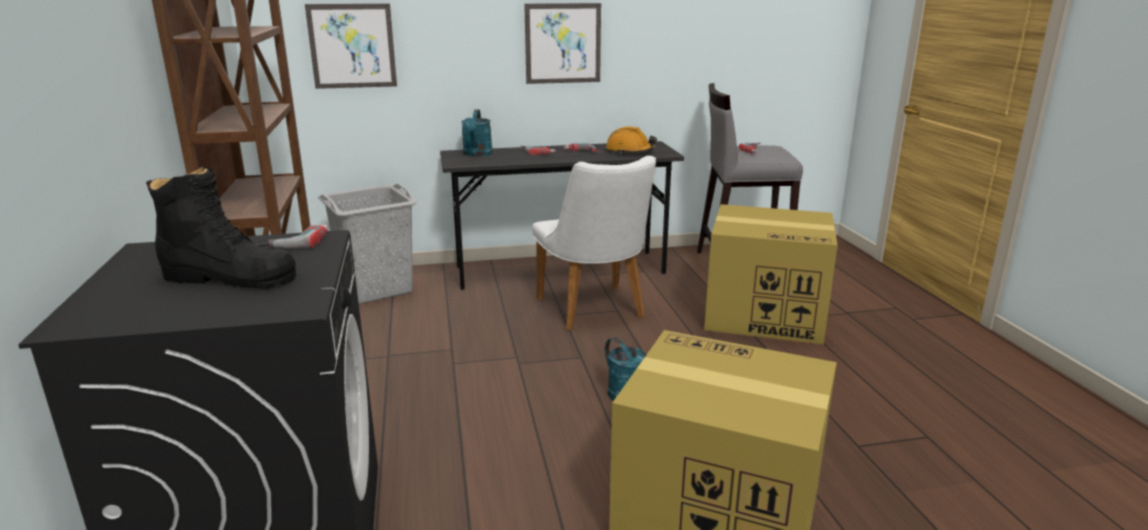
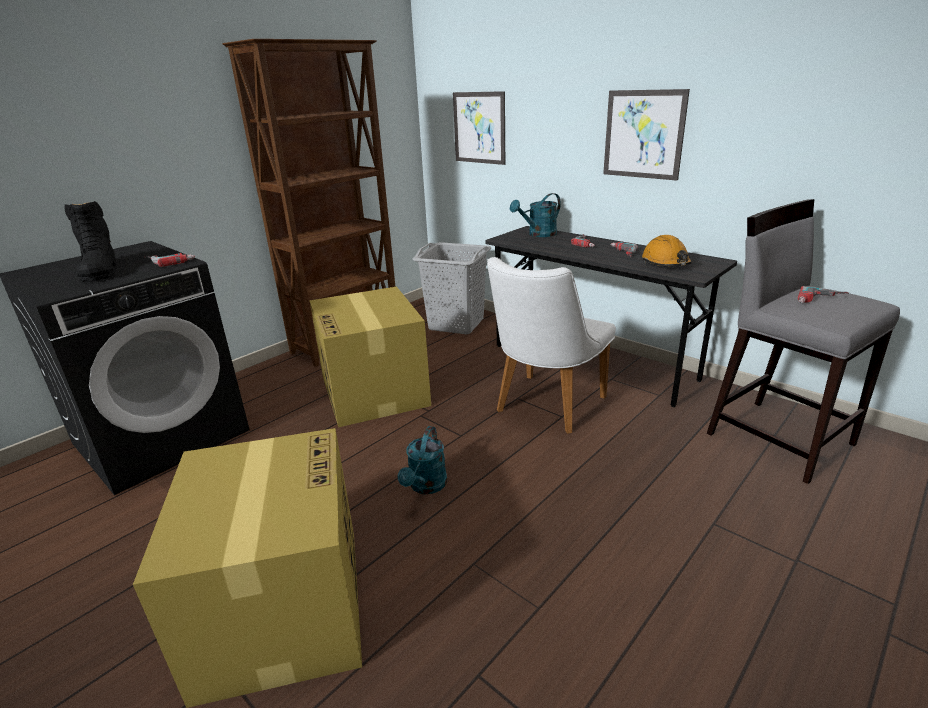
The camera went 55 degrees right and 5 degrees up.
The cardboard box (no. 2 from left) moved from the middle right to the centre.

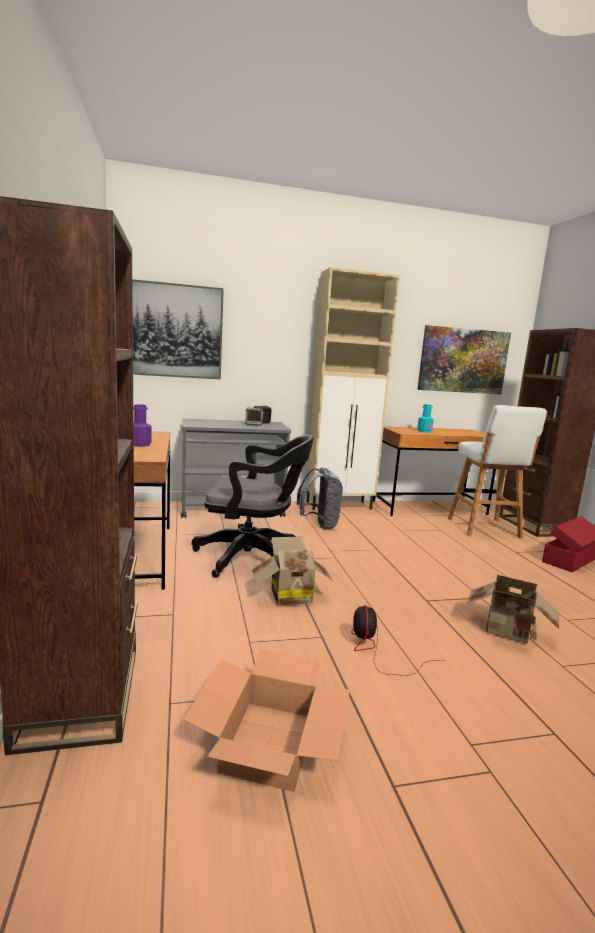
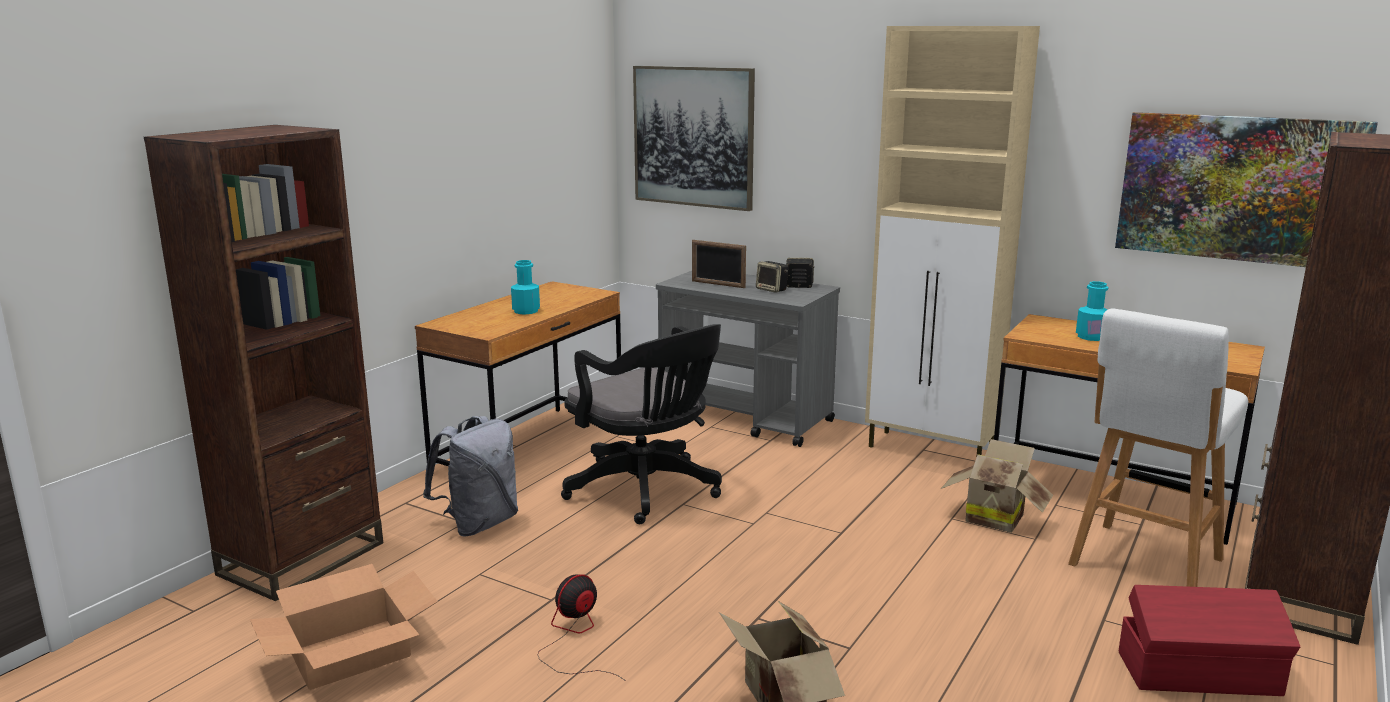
The camera went 45 degrees right and 5 degrees up.
The bottle (purple) at the middle left became the bottle (turquoise) (no. 1 from left) at the centre.
The cardboard box (no. 2 from left in the first image) moved from the centre to the bottom right.
The backpack (grey) moved from the centre to the bottom centre.
The picture frame at the centre appeared.

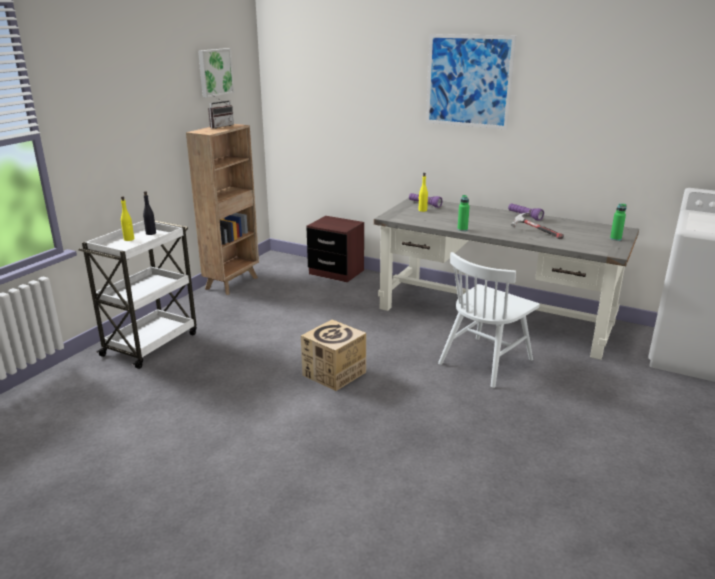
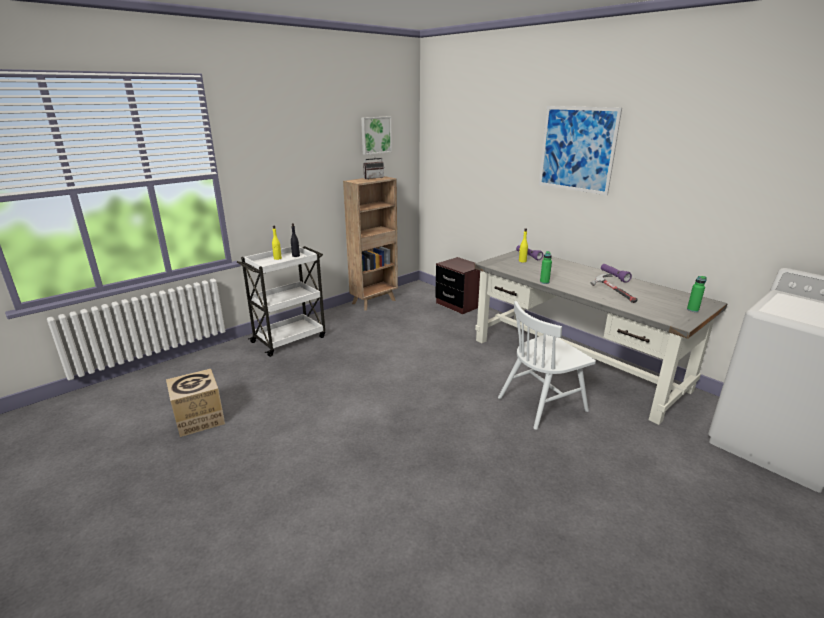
The camera went 20 degrees right and 0 degrees up.
The cardboard box moved from the centre to the middle left.

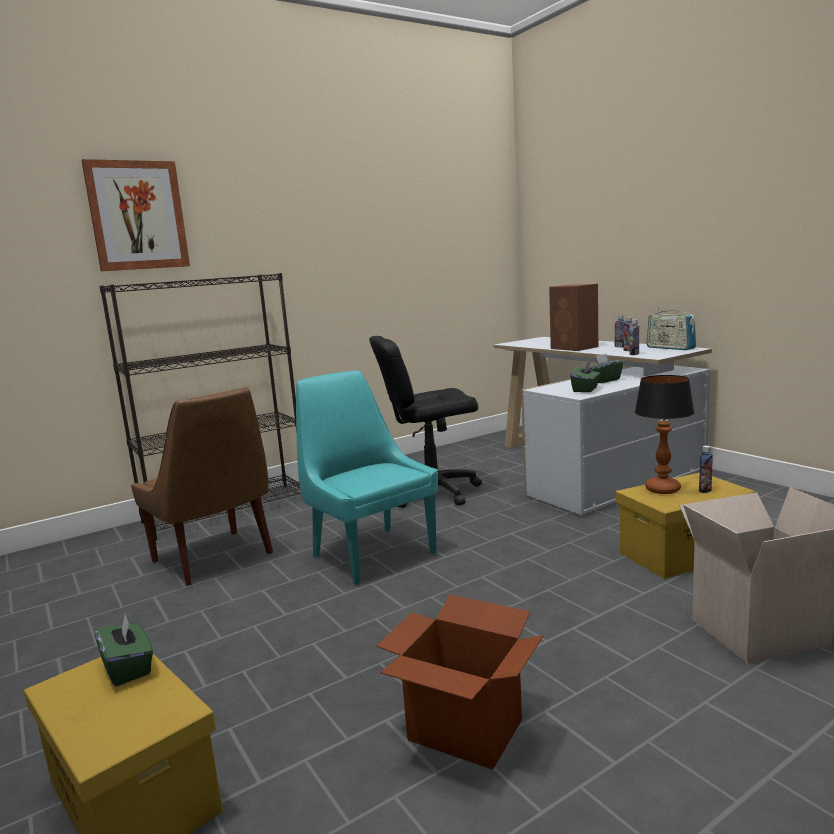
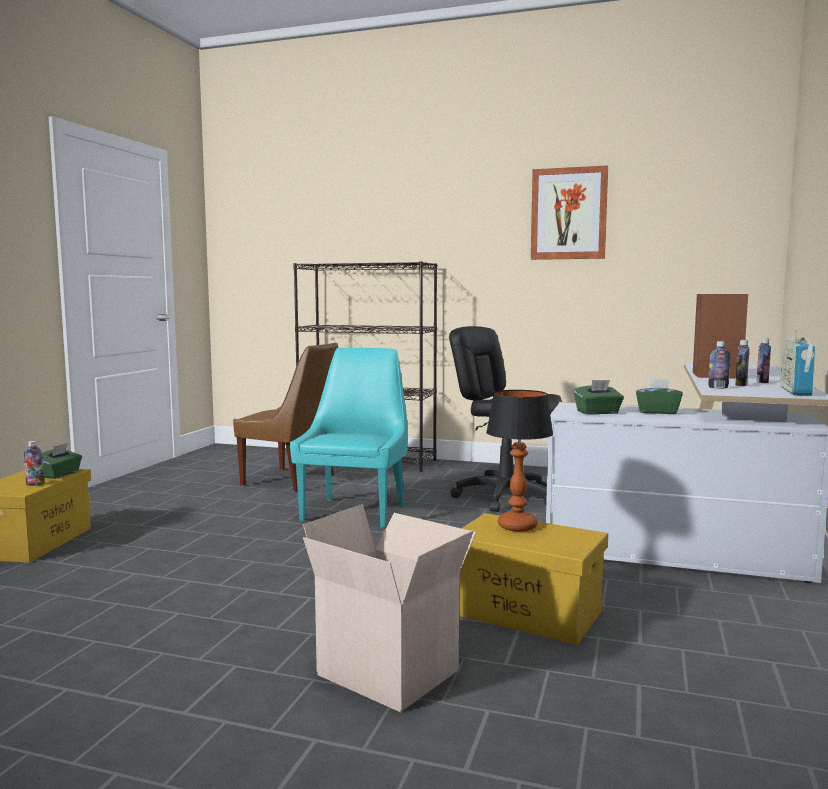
The camera went 50 degrees right and 5 degrees down.
The picture moved from the top left to the top right.
The chair (brown) at the middle left turned 75 degrees counterclockwise.
The cardboard box (no. 1 from left) at the bottom centre disappeared.
The bottle (no. 4 from left in the first image) moved from the middle right to the middle left.

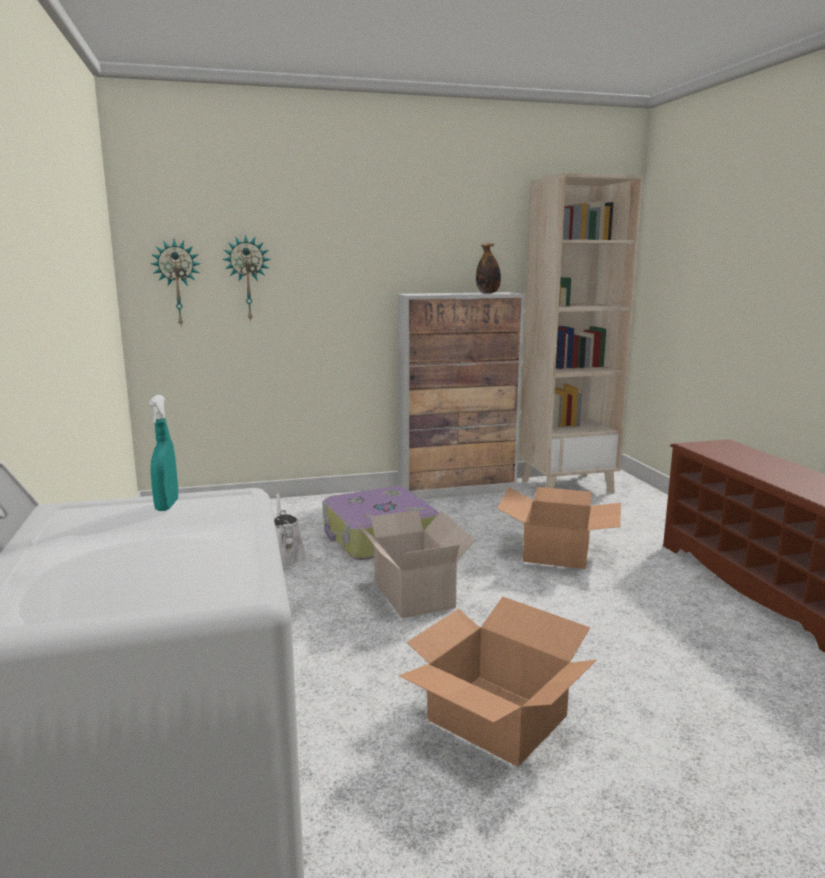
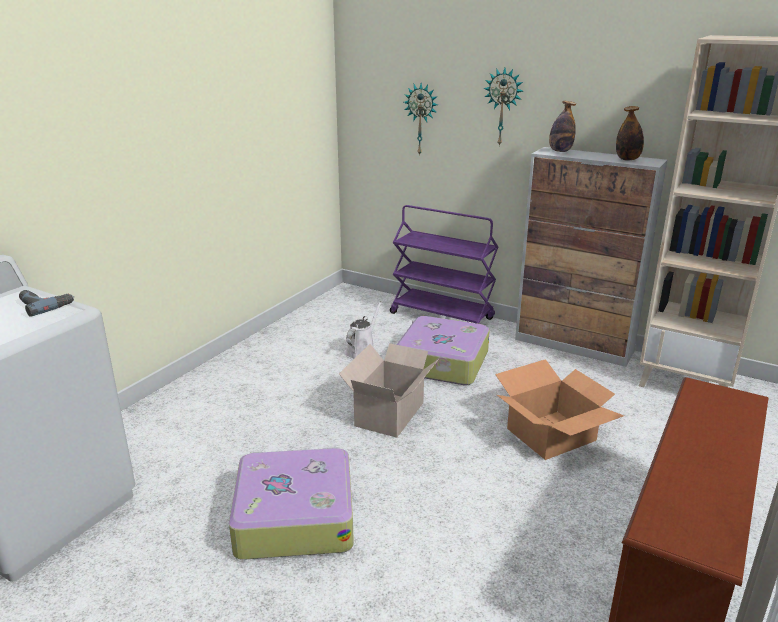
The camera went 45 degrees right and 10 degrees up.
The spray bottle (turquoise) at the middle left was replaced by the power drill at the middle left.
The wall clock (no. 1 from left in the first image) moved from the top left to the top centre.
The cardboard box (no. 2 from left) at the bottom centre was replaced by the suitcase (no. 1 from left) at the bottom centre.
The cart (purple) at the centre appeared.
The bottle (no. 1 from left) at the top right appeared.

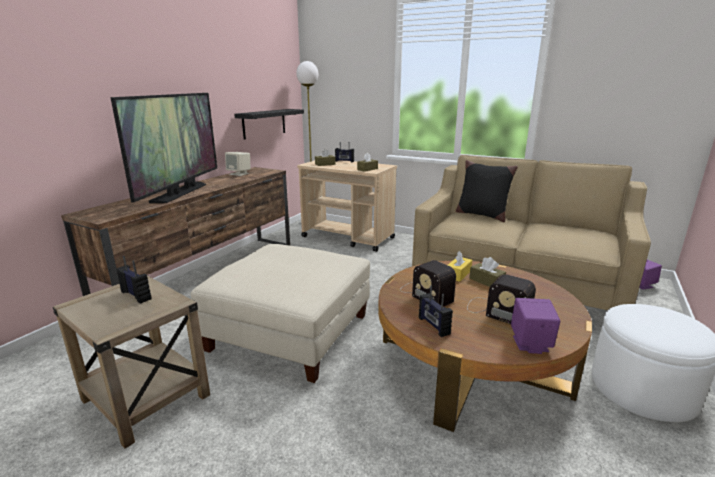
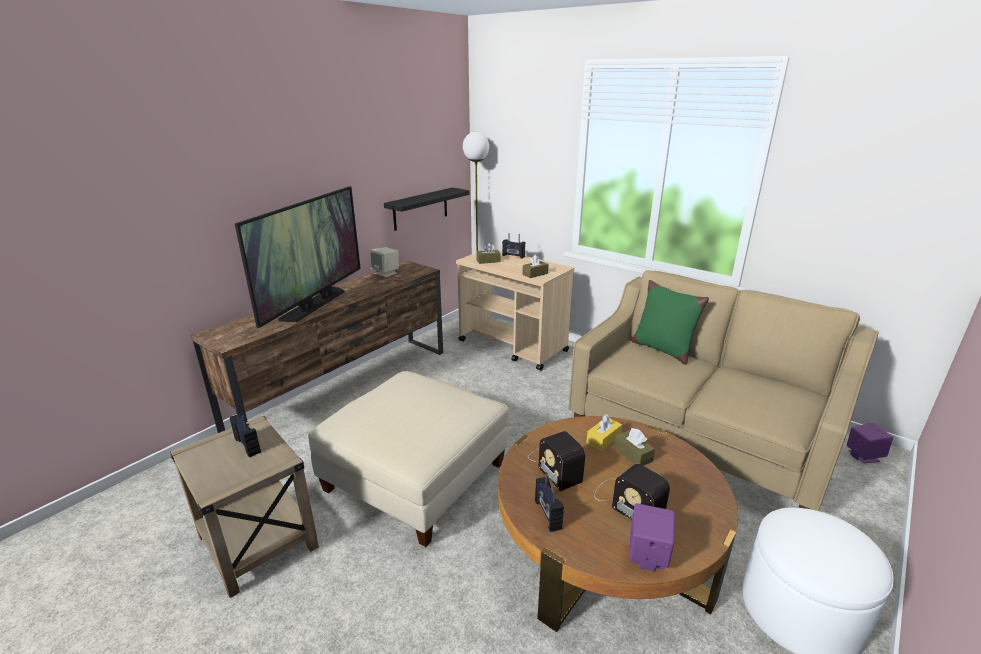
The camera went 10 degrees right and 5 degrees up.
The pillow (black) at the middle right became the pillow (green) at the middle right.

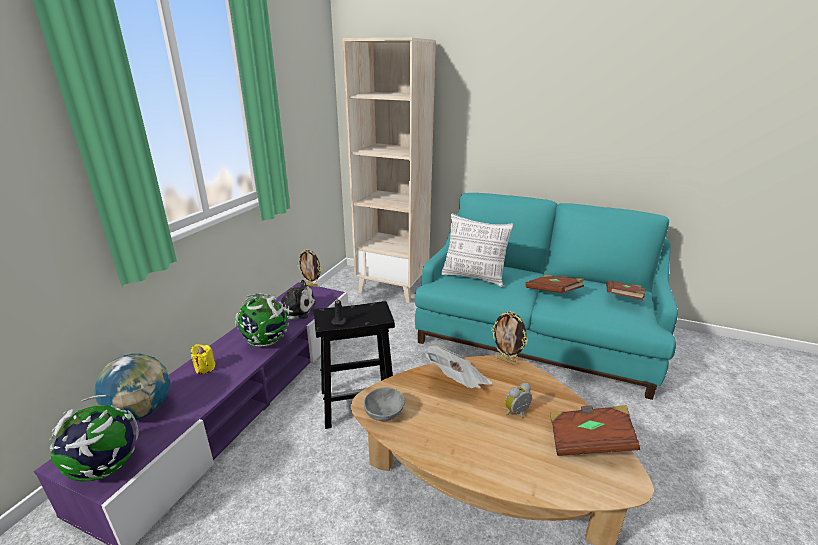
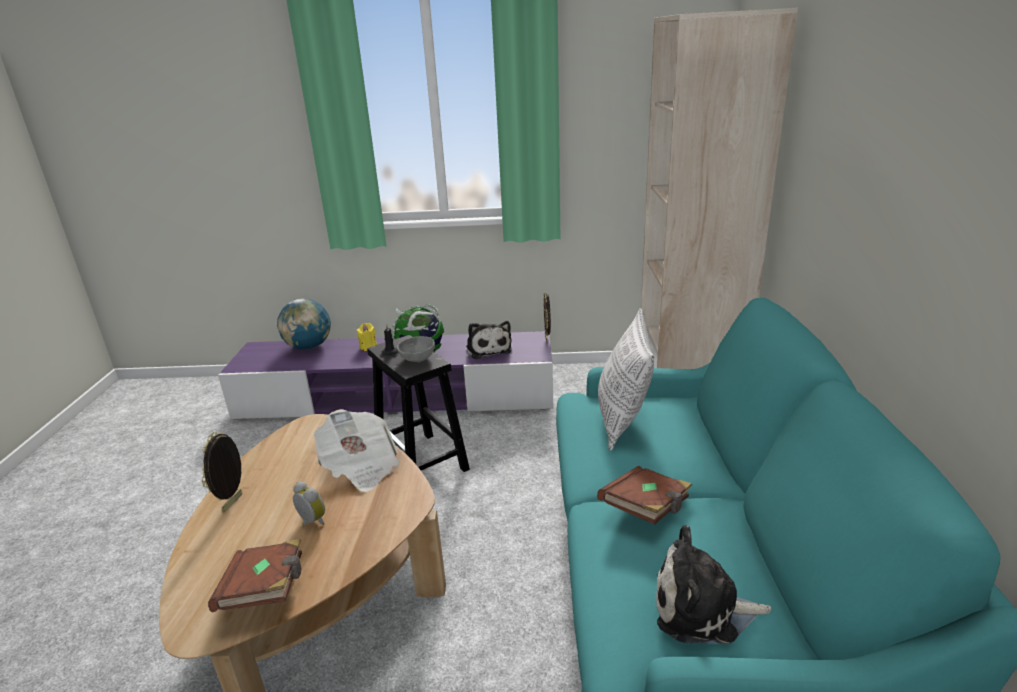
The camera went 70 degrees right and 0 degrees up.
The globe (no. 1 from left) at the bottom left disappeared.
The bowl (grey) moved from the bottom centre to the centre.
The picture frame (no. 2 from left in the first image) moved from the centre to the bottom left.
The book (brown) (no. 3 from left) at the middle right was replaced by the plush toy (no. 2 from left) at the bottom right.

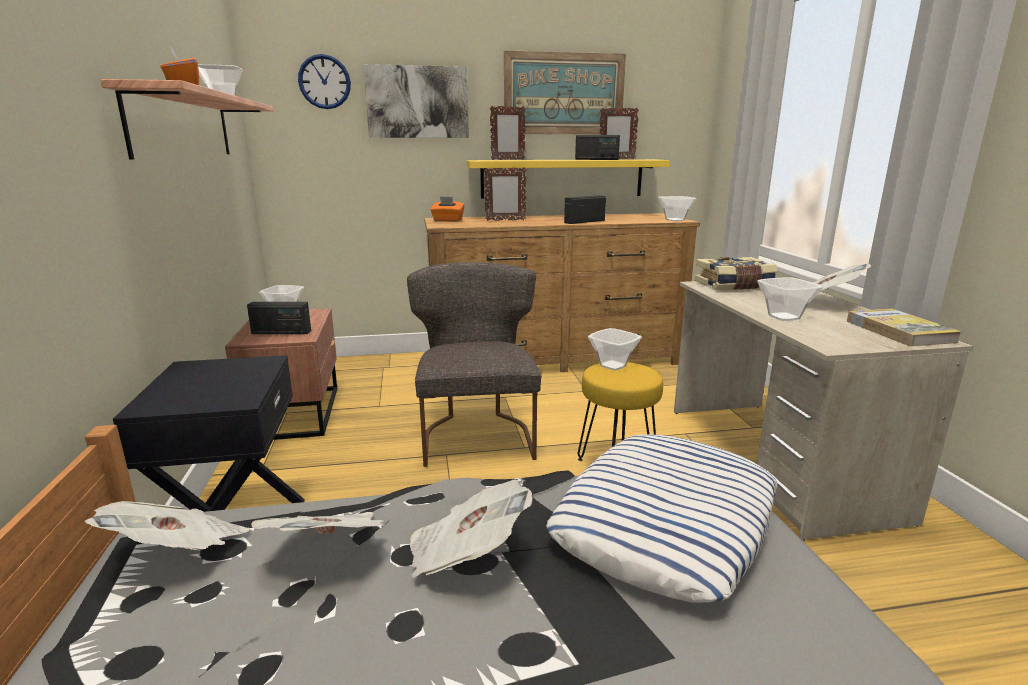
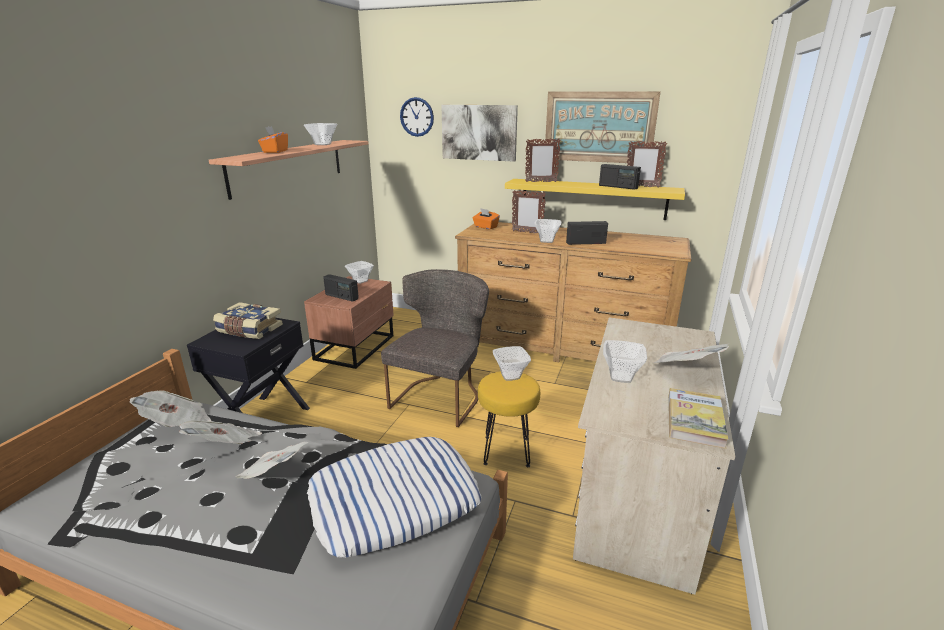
The camera went 30 degrees right and 5 degrees up.
The bowl (no. 4 from left) moved from the top centre to the centre.
The book (no. 1 from left) moved from the middle right to the middle left.

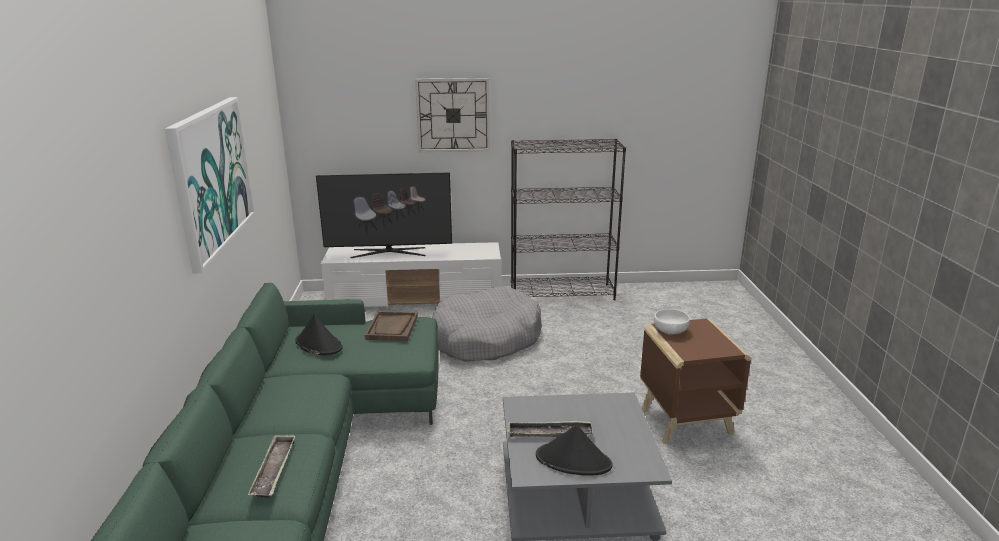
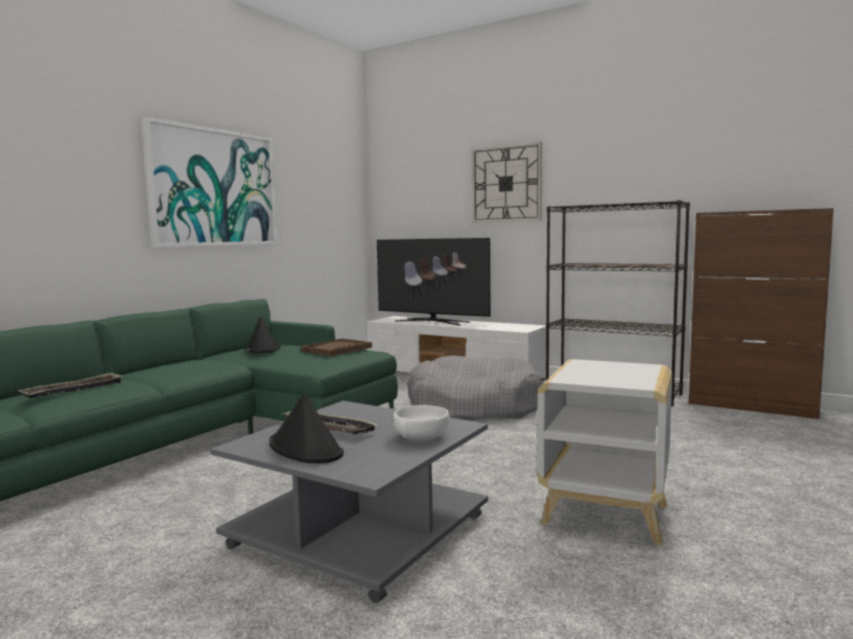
The camera went 35 degrees right and 15 degrees down.
The side table (brown) at the bottom right became the side table (white) at the bottom right.
The bowl (white) moved from the middle right to the centre.
The cabinet (brown) at the middle right appeared.

